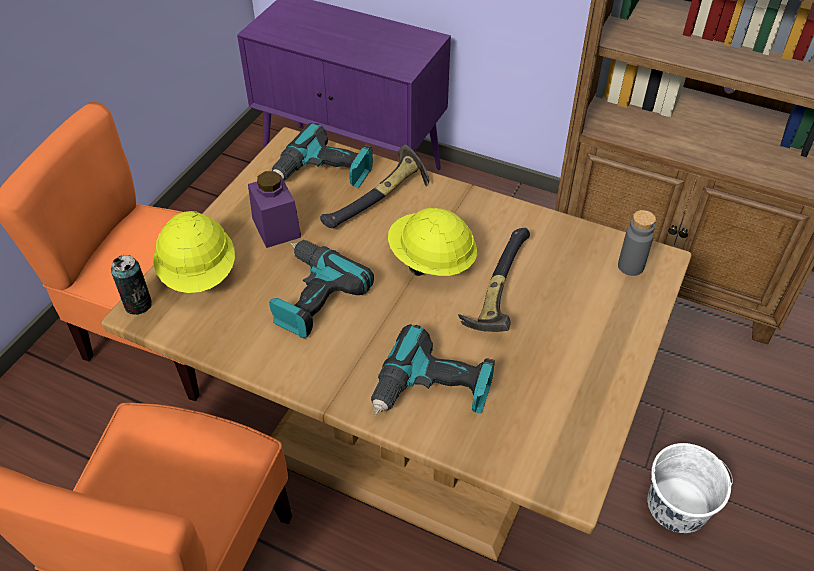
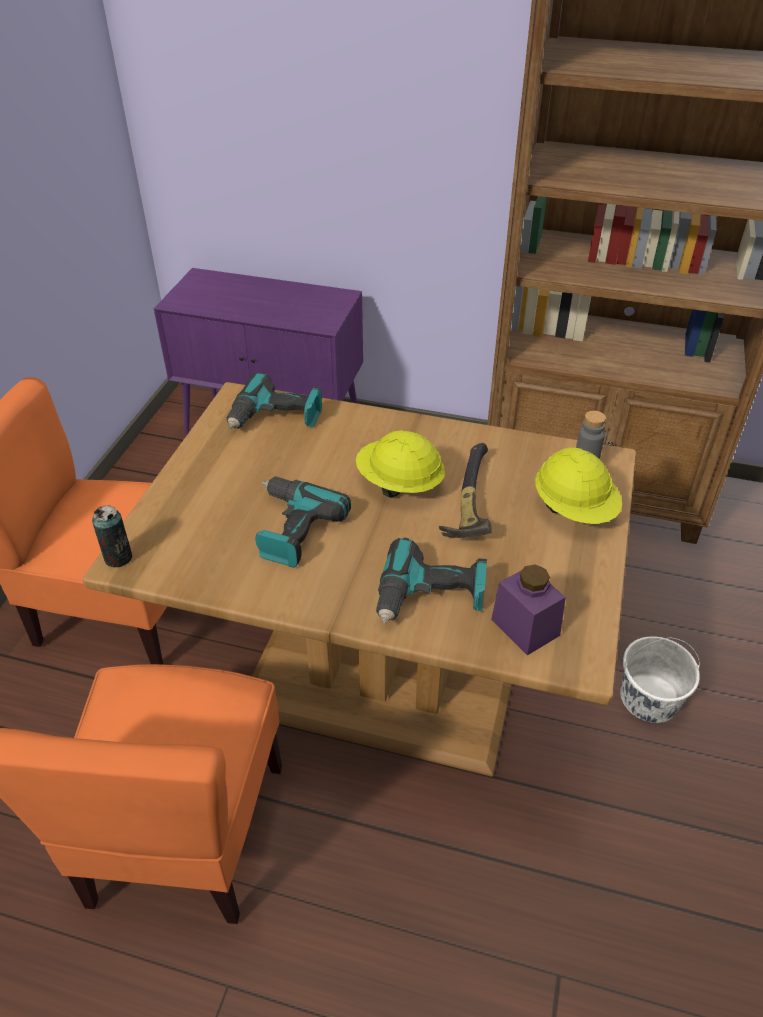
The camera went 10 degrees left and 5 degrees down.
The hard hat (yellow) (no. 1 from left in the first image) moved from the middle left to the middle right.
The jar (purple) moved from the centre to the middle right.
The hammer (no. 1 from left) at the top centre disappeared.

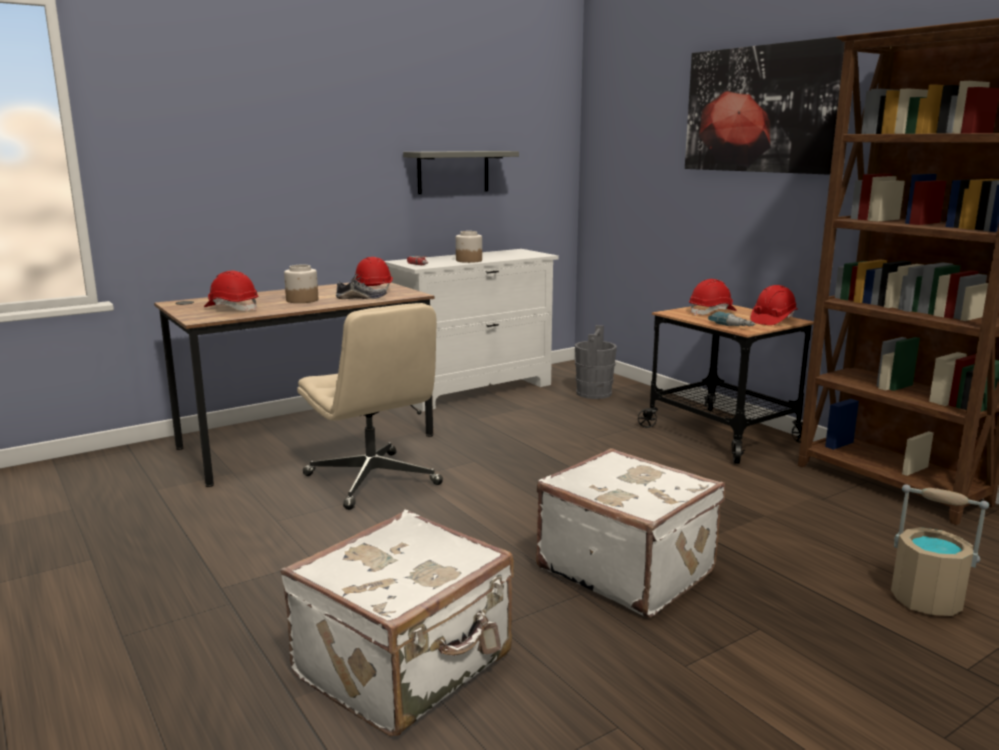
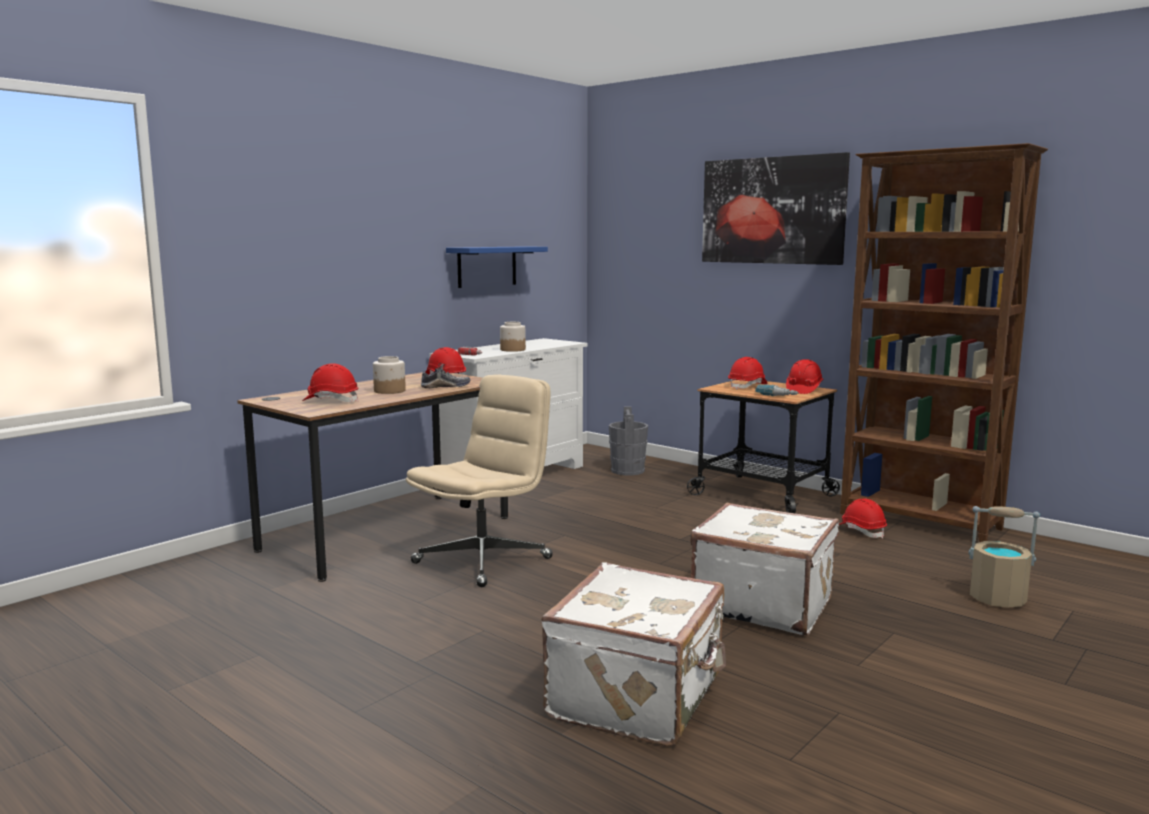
The camera went 15 degrees left and 5 degrees down.
The office chair (beige) at the centre turned 90 degrees counterclockwise.
The shelf (grey) at the top centre became the shelf (blue) at the top centre.
The hard hat (red) (no. 5 from left) at the middle right appeared.

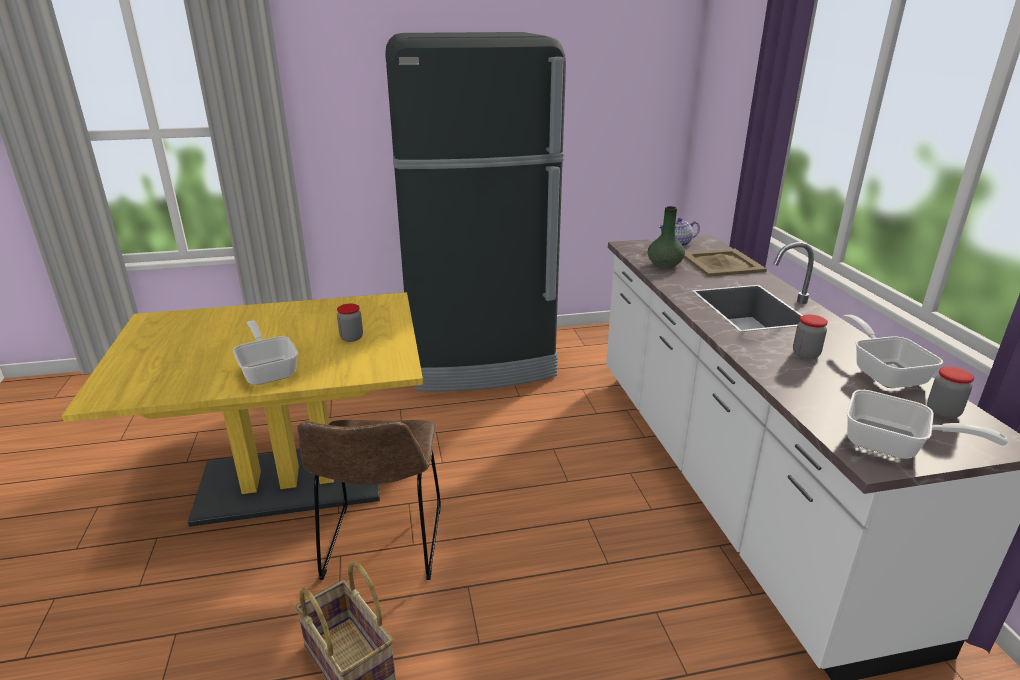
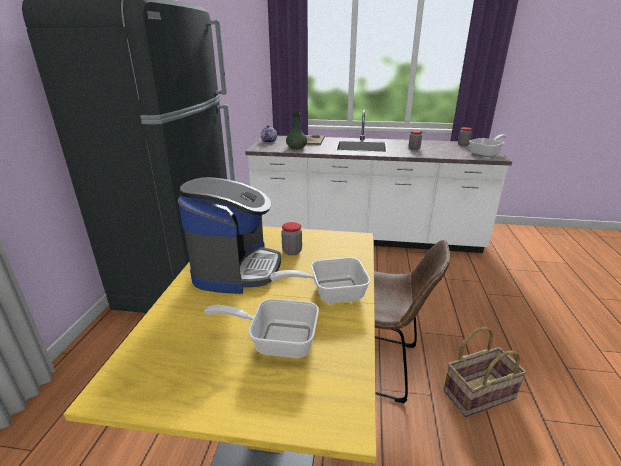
The camera went 70 degrees left and 0 degrees up.
The frying pan (no. 2 from left in the first image) moved from the middle right to the bottom centre.
The coffee machine at the centre appeared.

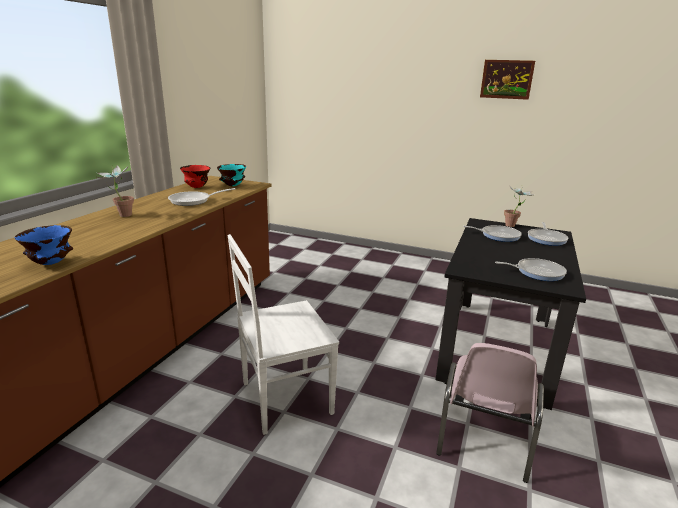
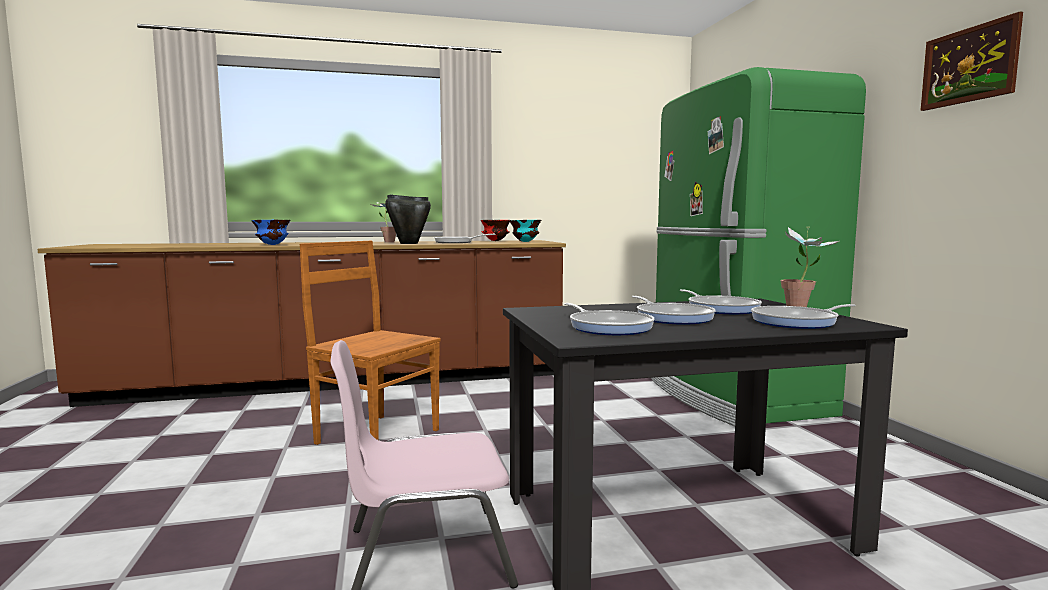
The camera went 55 degrees right and 15 degrees down.
The chair (white) at the centre became the chair (brown) at the centre.
The cooking pot (black) at the centre appeared.
The frying pan (no. 3 from left) at the centre appeared.
The fridge (green) at the middle right appeared.

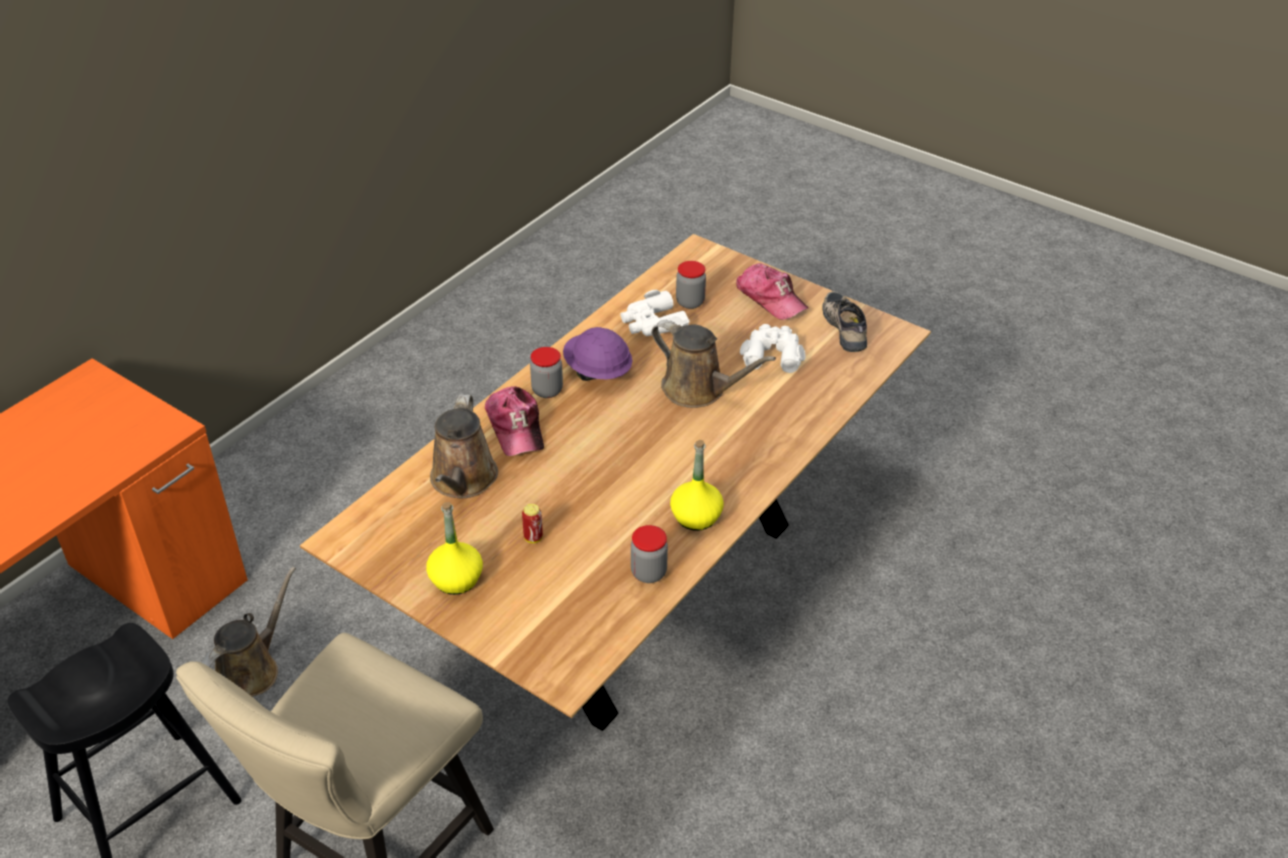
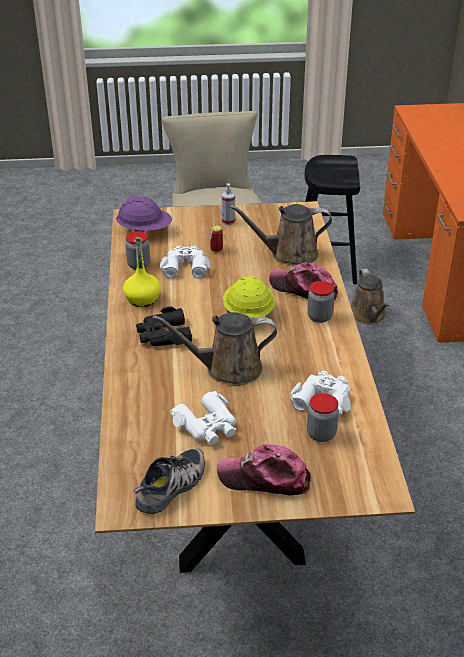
The camera went 140 degrees right and 5 degrees down.
The bottle (yellow) (no. 1 from left) at the centre was replaced by the spray bottle at the top centre.
The watering can (brown) (no. 2 from left) at the centre turned 60 degrees counterclockwise.
The hard hat (purple) moved from the centre to the top left.
The shoe at the centre turned 90 degrees counterclockwise.
The binoculars (black) at the centre appeared.
The binoculars (white) (no. 1 from left) at the centre appeared.
The hard hat (yellow) at the centre appeared.

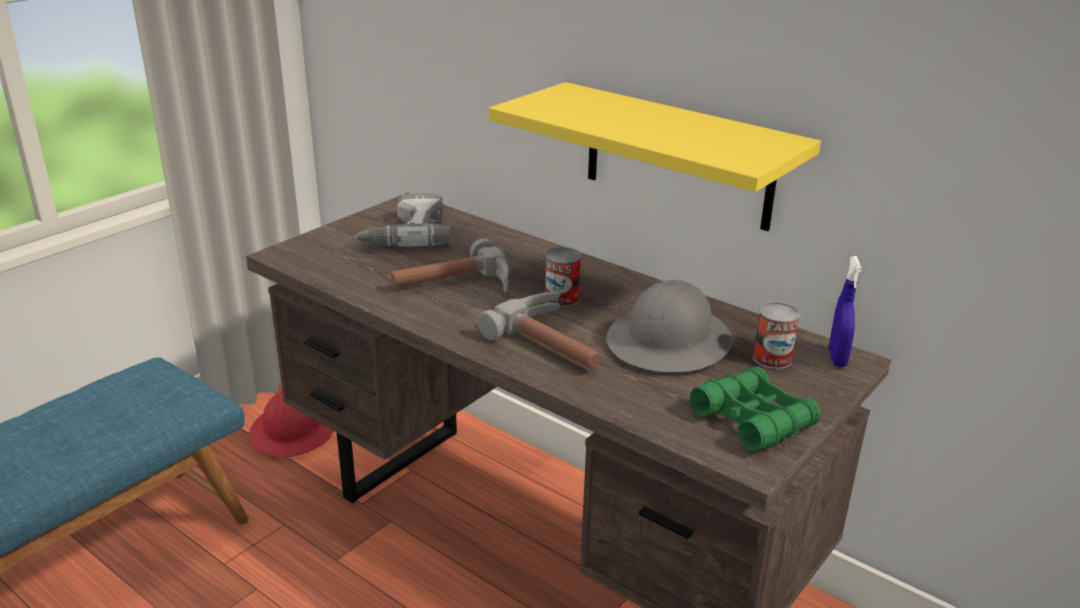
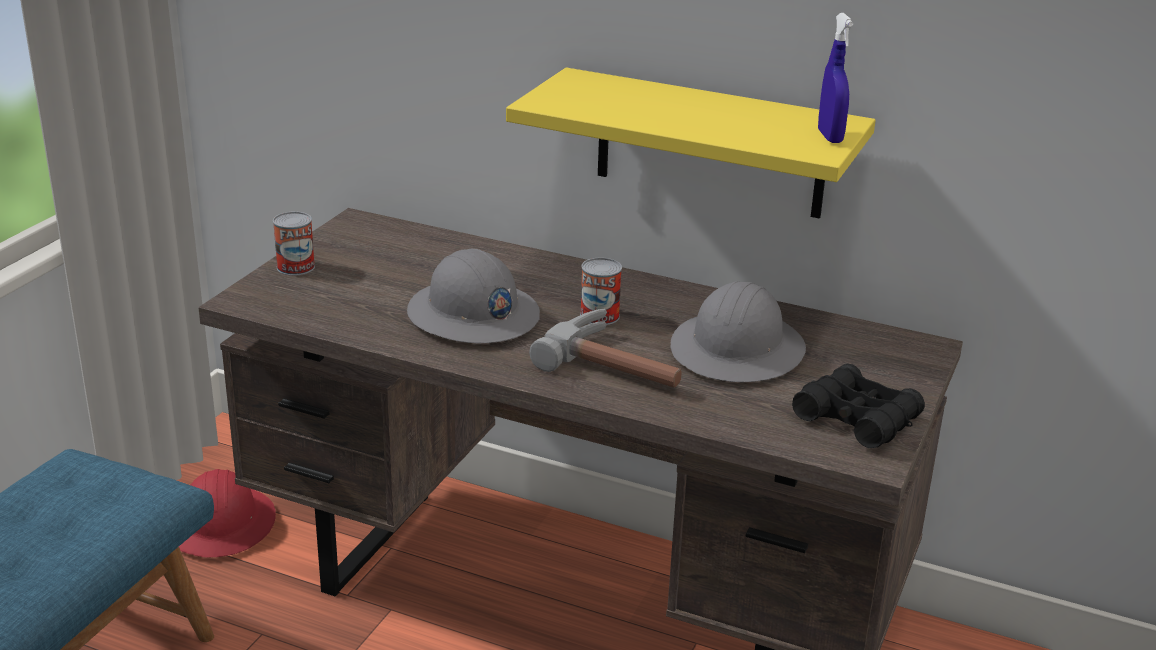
The camera went 15 degrees left and 0 degrees up.
The power drill at the centre disappeared.
The hammer (no. 1 from left) at the centre was replaced by the hard hat (grey) (no. 1 from left) at the centre.
The binoculars (green) at the bottom right became the binoculars (black) at the middle right.
The can (no. 2 from left in the first image) moved from the middle right to the middle left.
The spray bottle (blue) moved from the middle right to the top right.

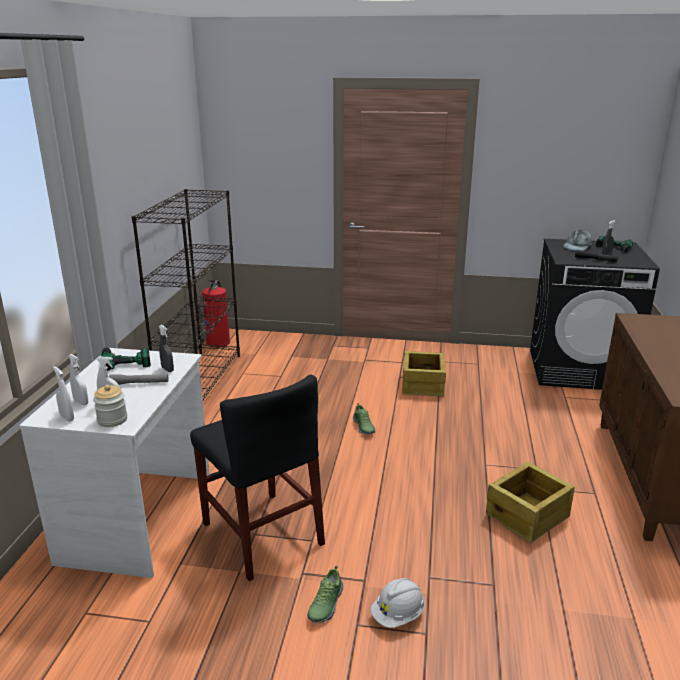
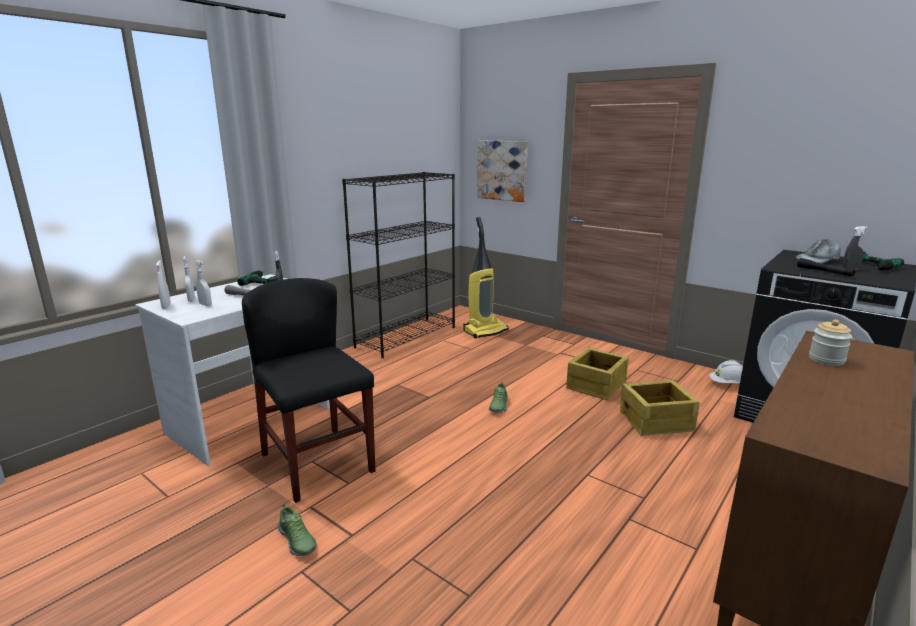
The camera went 30 degrees right and 5 degrees down.
The jar moved from the middle left to the middle right.
The chair (black) at the bottom centre turned 150 degrees clockwise.
The fire extinguisher at the middle left disappeared.
The shoe (no. 1 from left) at the bottom centre turned 90 degrees counterclockwise.
The hard hat (white) moved from the bottom centre to the middle right.
The crate (no. 2 from left) moved from the bottom right to the middle right.
The vacuum cleaner at the centre appeared.
The picture at the top centre appeared.

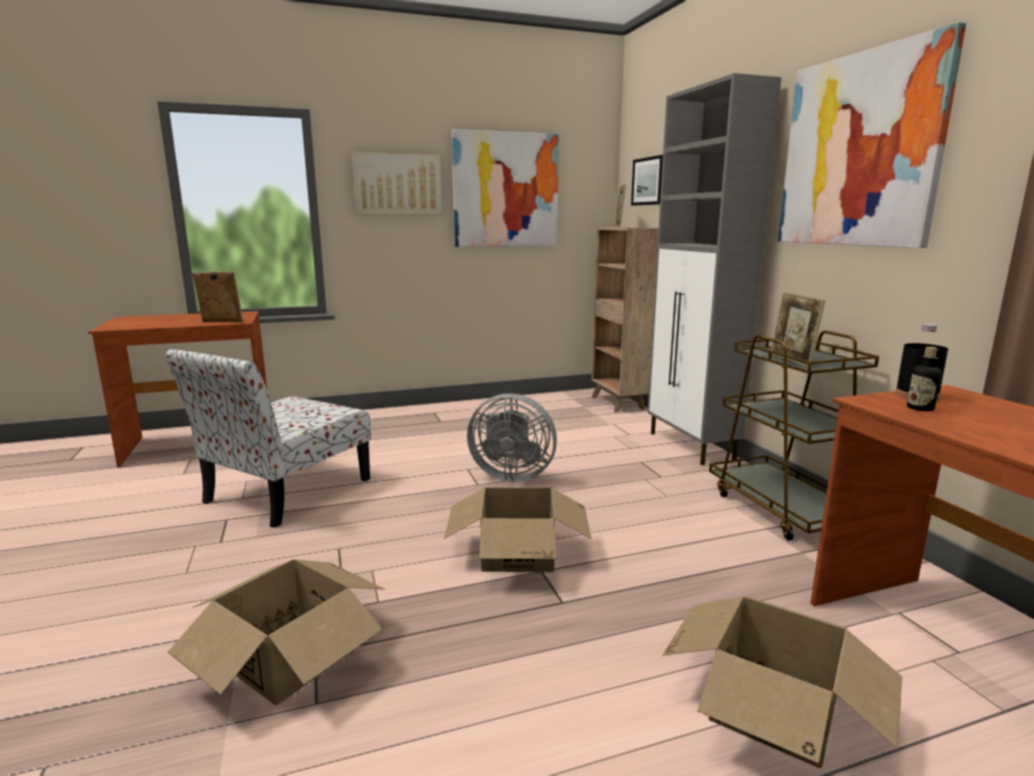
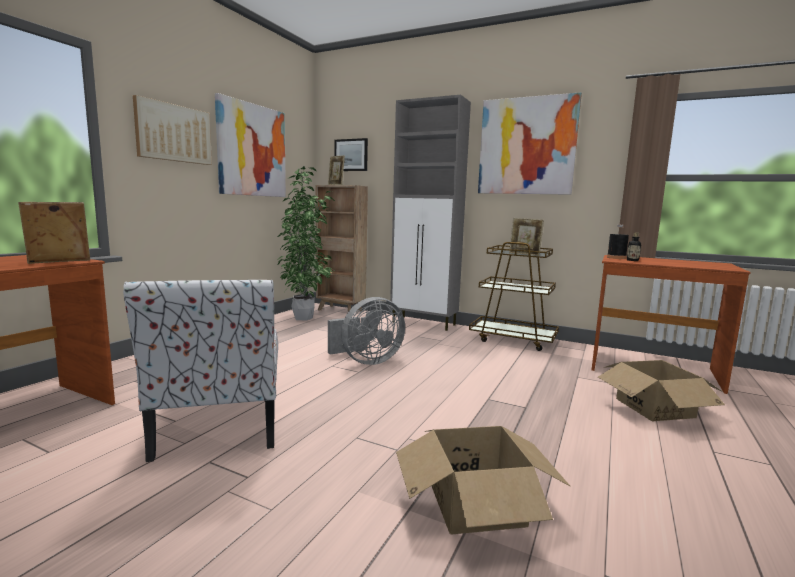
The camera went 45 degrees left and 5 degrees down.
The cardboard box (no. 2 from left) at the bottom centre disappeared.
The potted plant at the centre appeared.

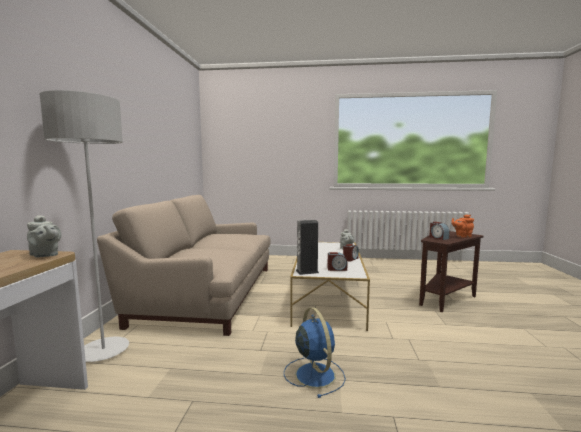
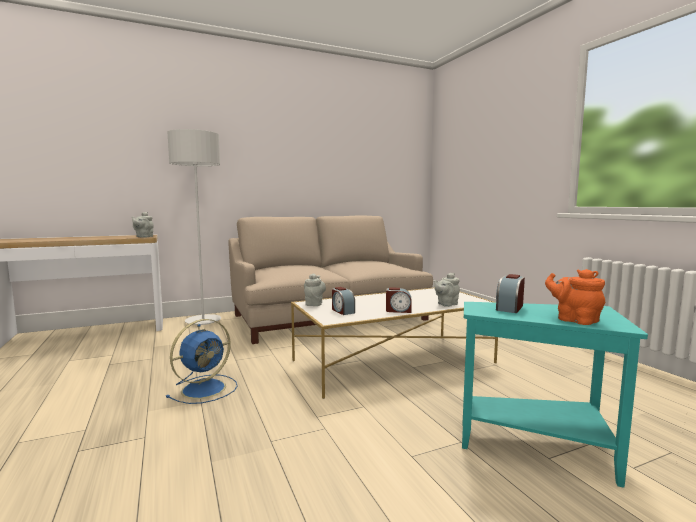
The camera went 60 degrees right and 0 degrees up.
The speaker at the centre was replaced by the teapot (grey) (no. 2 from left) at the centre.
The side table (brown) at the middle right became the side table (turquoise) at the bottom right.

